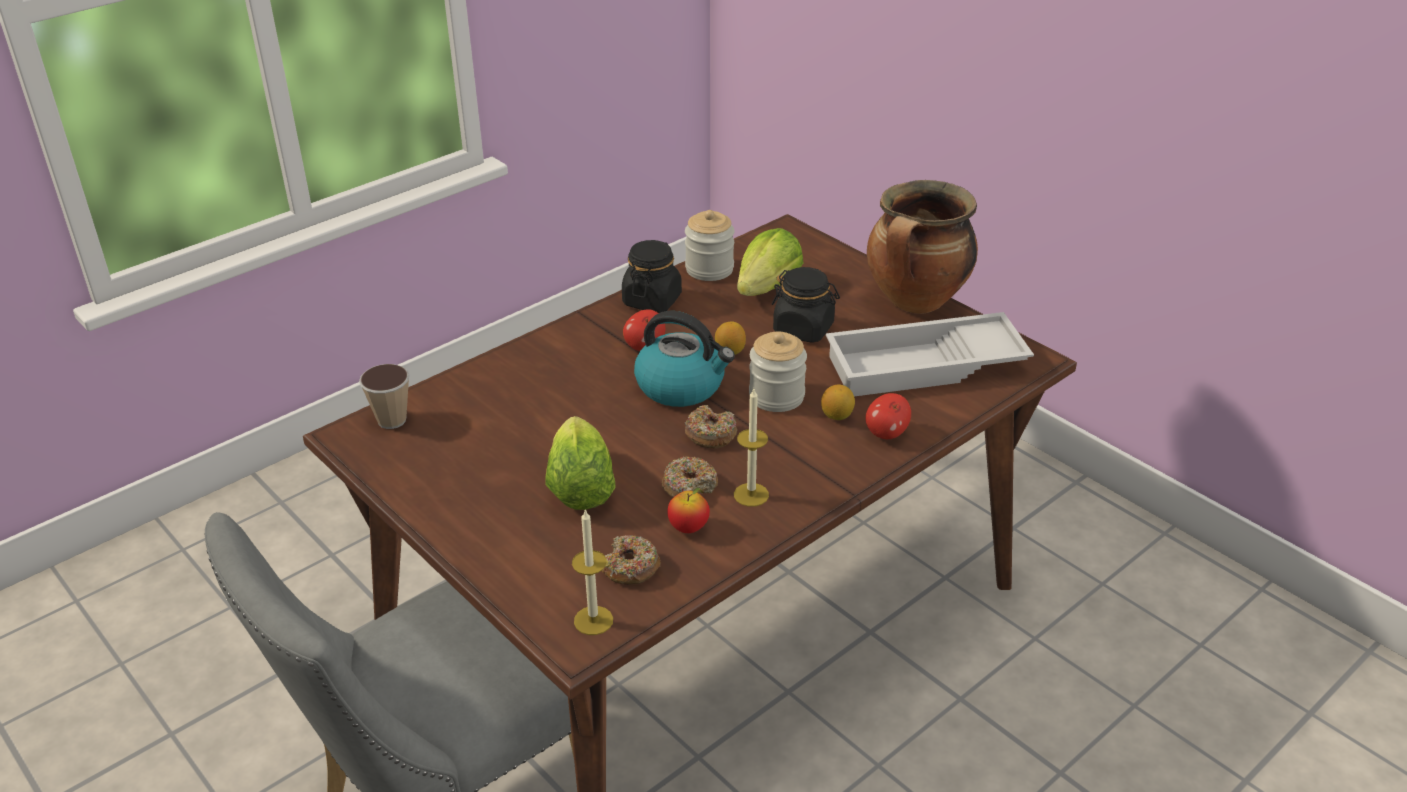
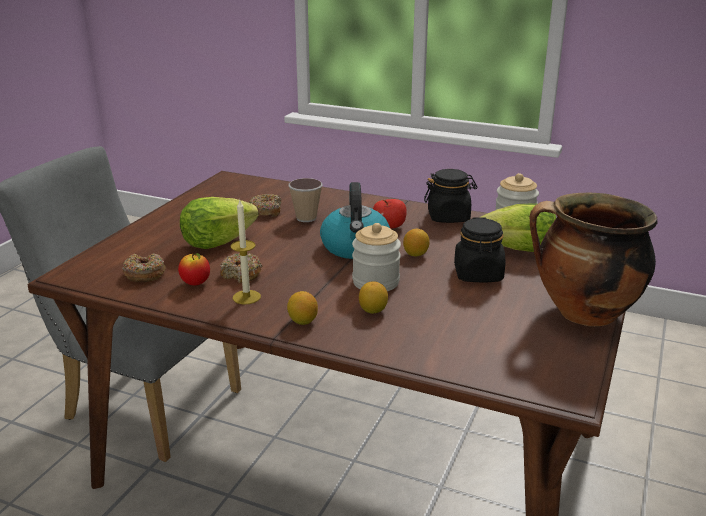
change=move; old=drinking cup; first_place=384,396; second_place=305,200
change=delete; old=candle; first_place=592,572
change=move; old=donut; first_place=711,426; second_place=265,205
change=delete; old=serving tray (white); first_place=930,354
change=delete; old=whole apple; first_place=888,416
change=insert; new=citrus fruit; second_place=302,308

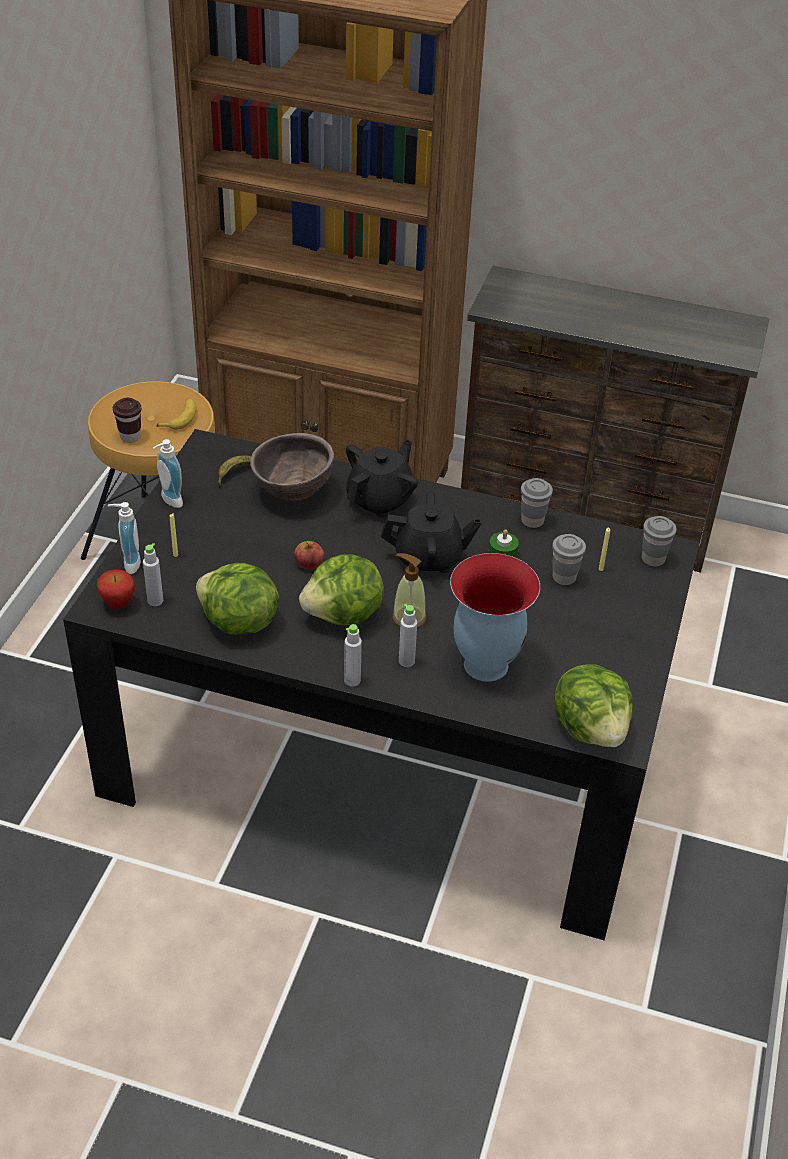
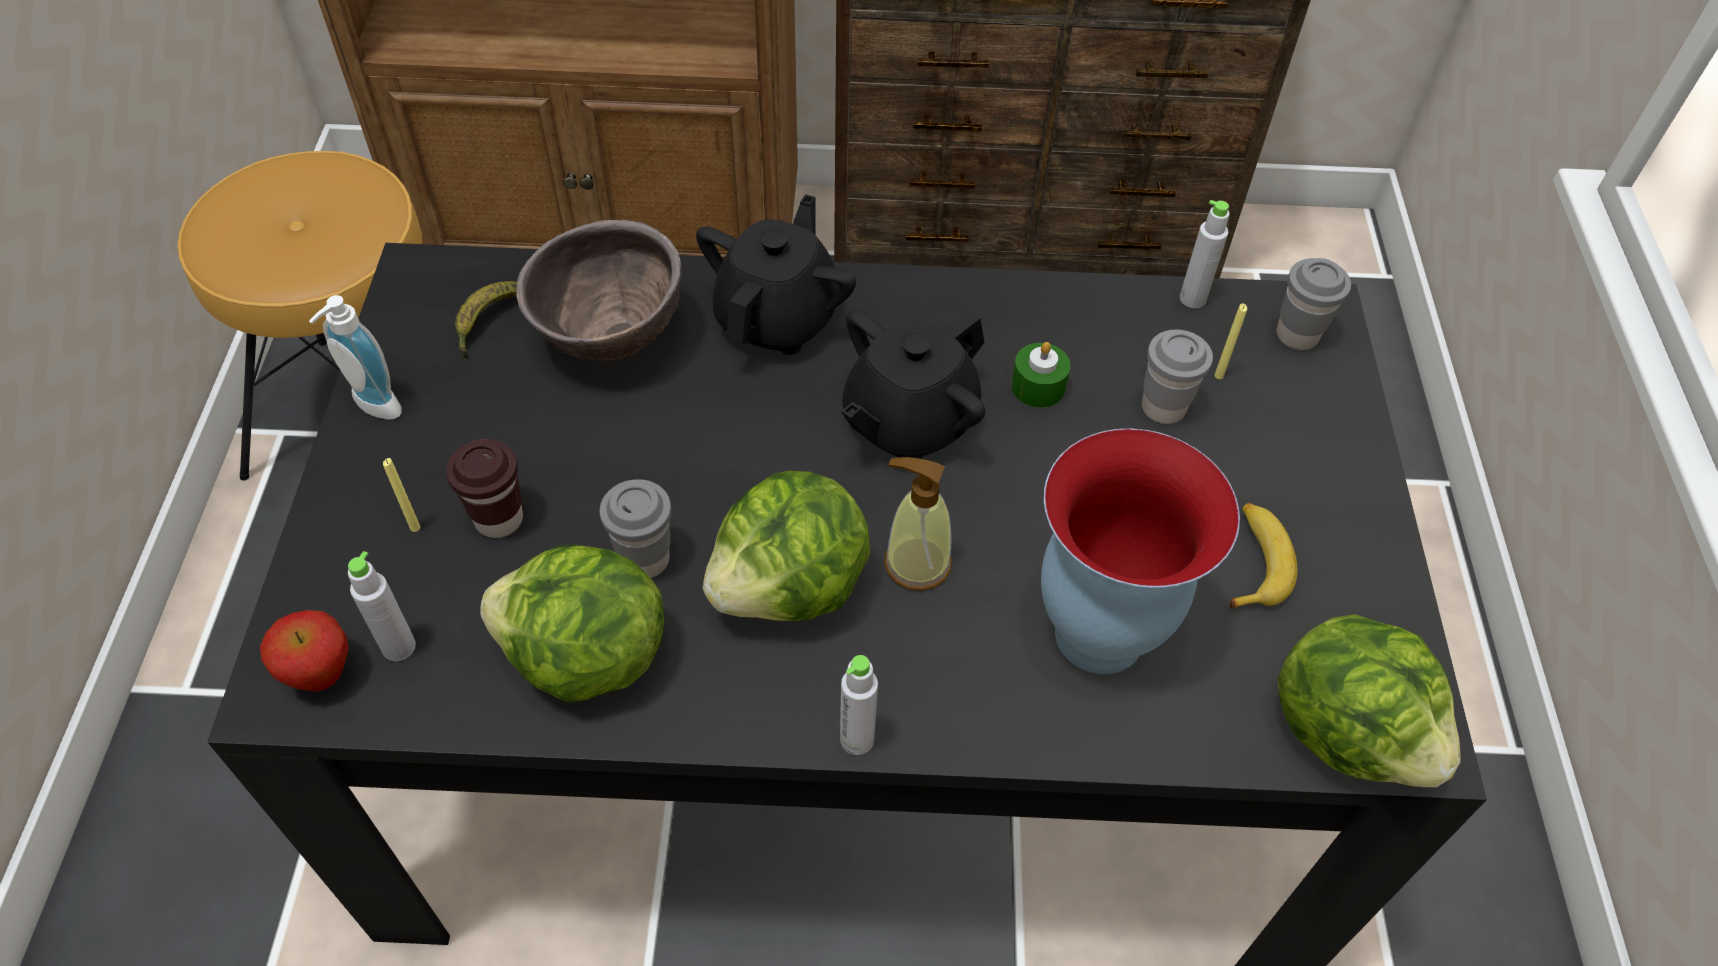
change=delete; old=liquid soap bottle; first_place=124,538
change=move; old=drinking cup (brown); first_place=127,420; second_place=484,488
change=move; old=whole banana; first_place=176,414; second_place=1263,556
change=delete; old=whole apple; first_place=309,555
change=rotate; old=tea pot (black); first_place=431,532; second_place=913,383; degrees=150
change=move; old=drink bottle (gray); first_place=408,635; second_place=1204,254
change=move; old=drinking cup (gray); first_place=537,503; second_place=635,528

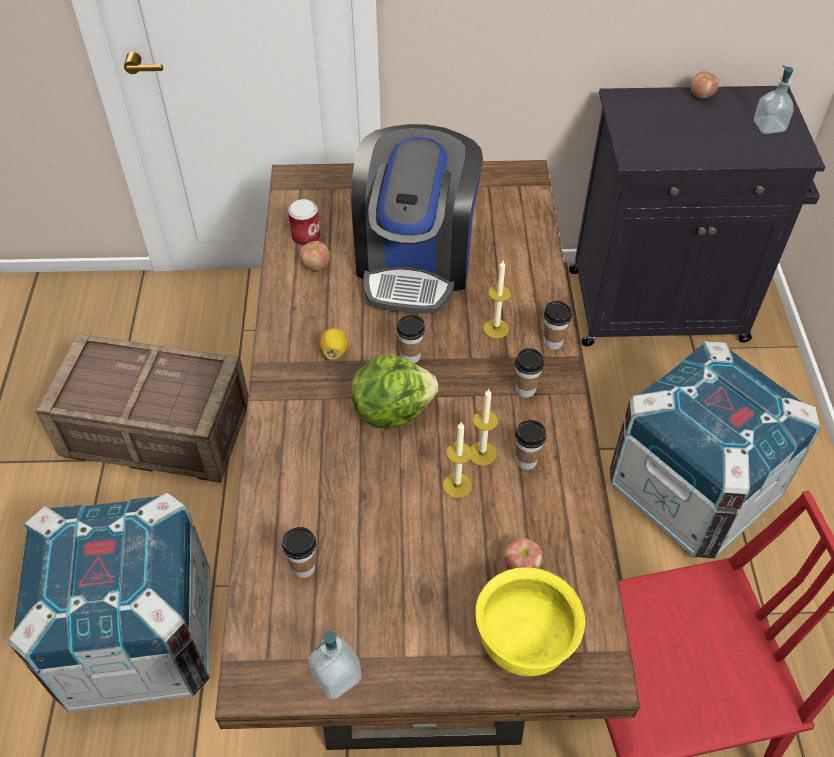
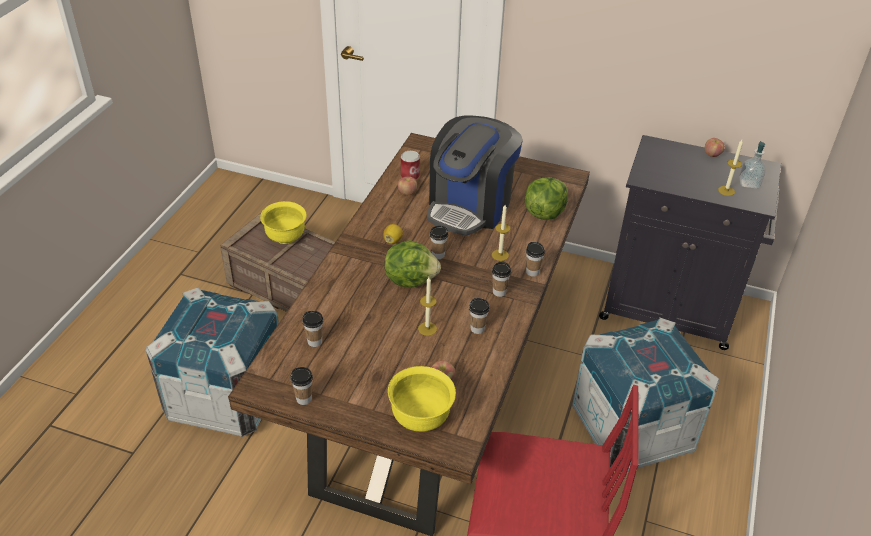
change=replace; old=liquid soap bottle; new=drinking cup; first_place=335,665; second_place=301,386
change=move; old=candle; first_place=484,427; second_place=730,168
change=insert; new=bowl (yellow); second_place=283,222
change=insert; new=lettuce; second_place=546,198

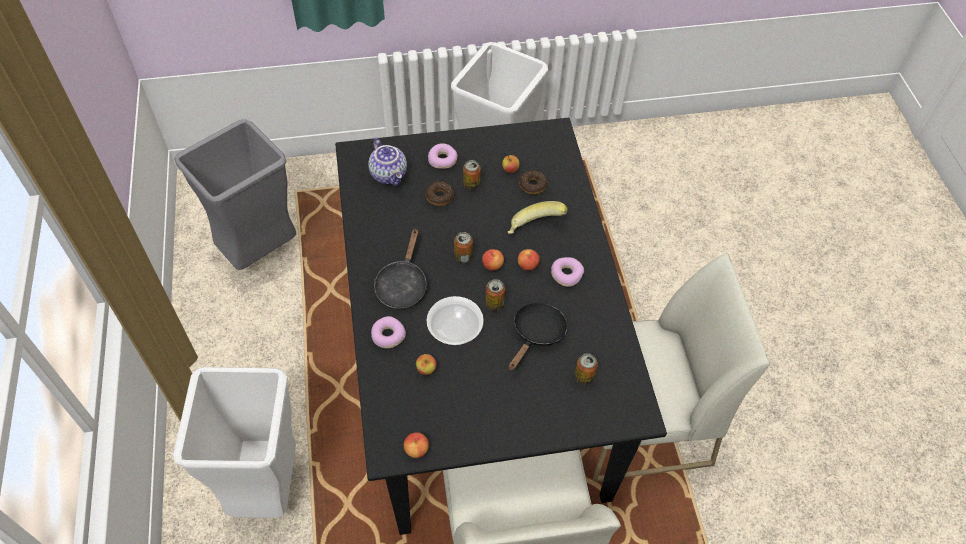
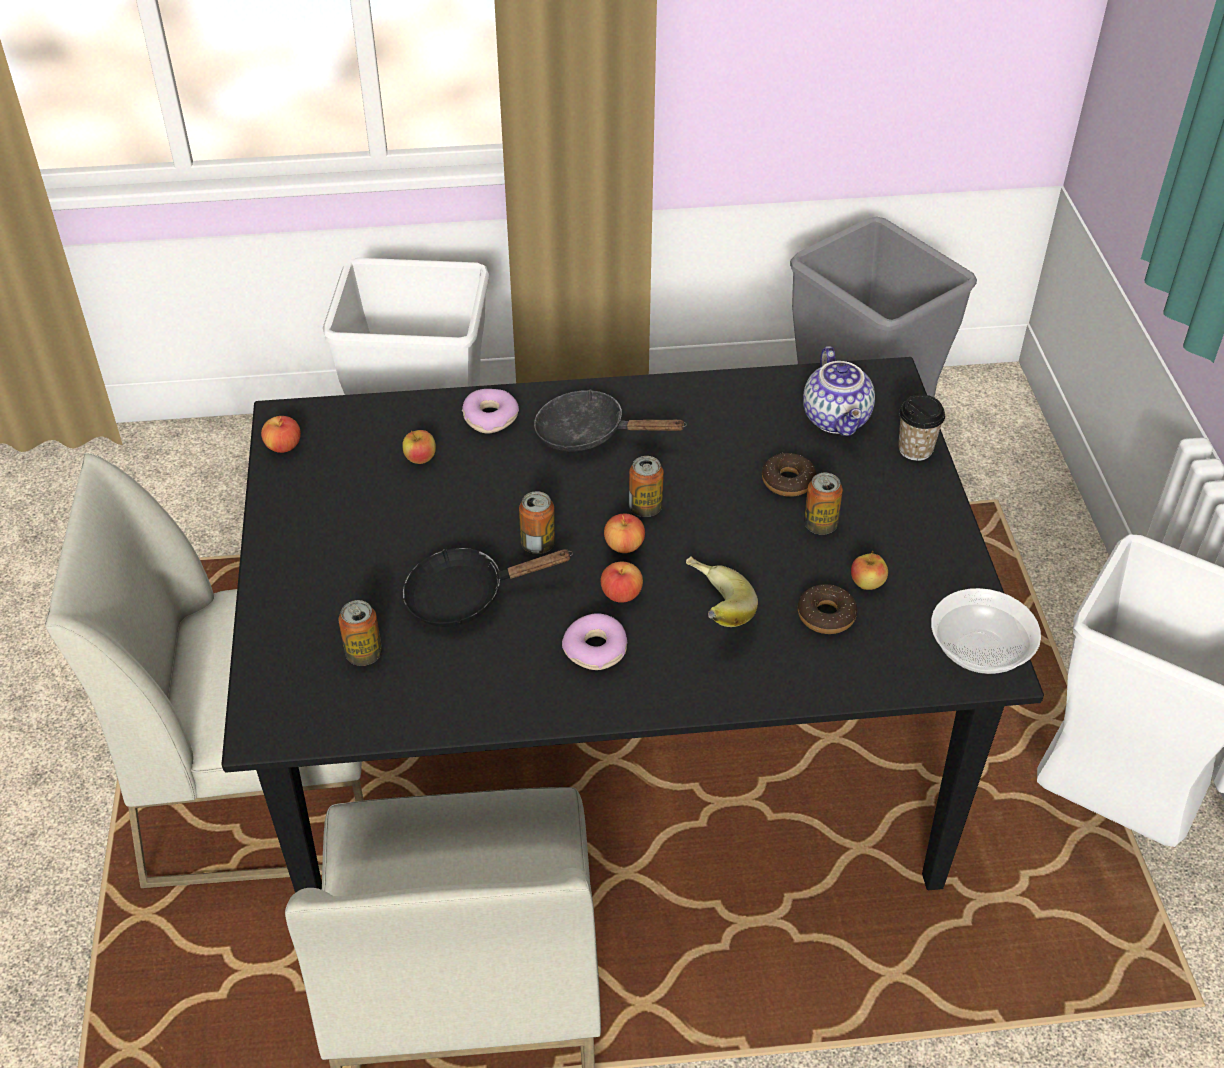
change=rotate; old=tea pot; first_place=387,161; second_place=839,391; degrees=-75
change=move; old=bowl; first_place=455,320; second_place=986,631
change=delete; old=donut; first_place=443,156
change=rotate; old=skillet (black); first_place=538,337; second_place=488,587; degrees=135
change=insert; new=drinking cup; second_place=921,427

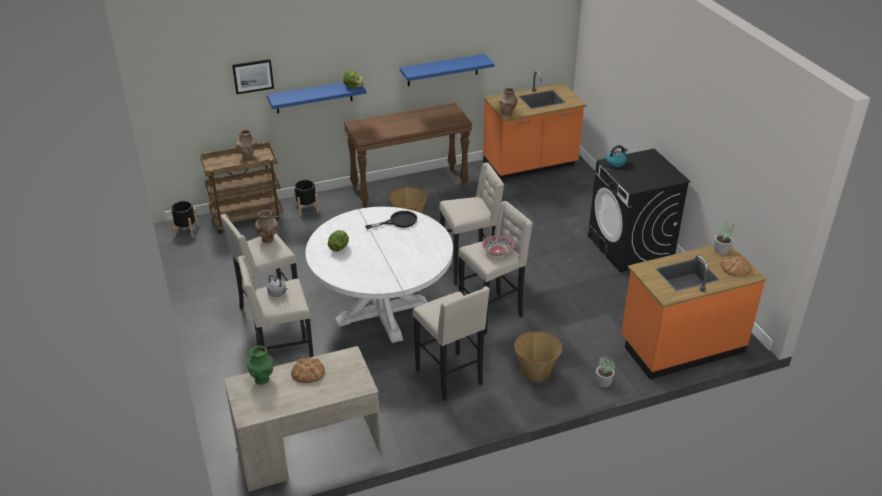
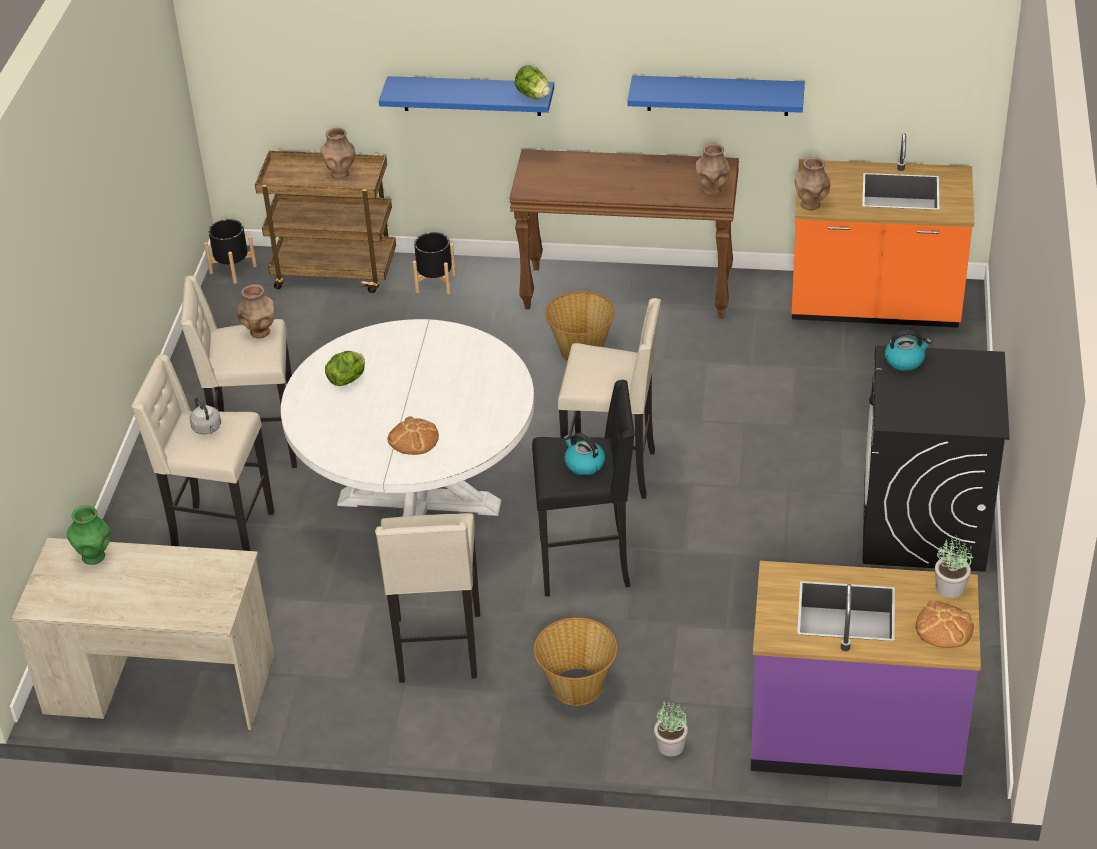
change=delete; old=wall art; first_place=253,76
change=move; old=bakery bread; first_place=308,370; second_place=413,435
change=delete; old=skillet (black); first_place=391,220
change=recolor; old=stool (beige-coloured); new=stool (black); first_place=495,268; second_place=583,488
change=replace; old=bowl; new=water kettle; first_place=498,245; second_place=584,454
change=recolor; old=kitchen base unit (orange); new=kitchen base unit (purple); first_place=693,312; second_place=866,674
change=insert; new=flower vase (brown); second_place=713,169

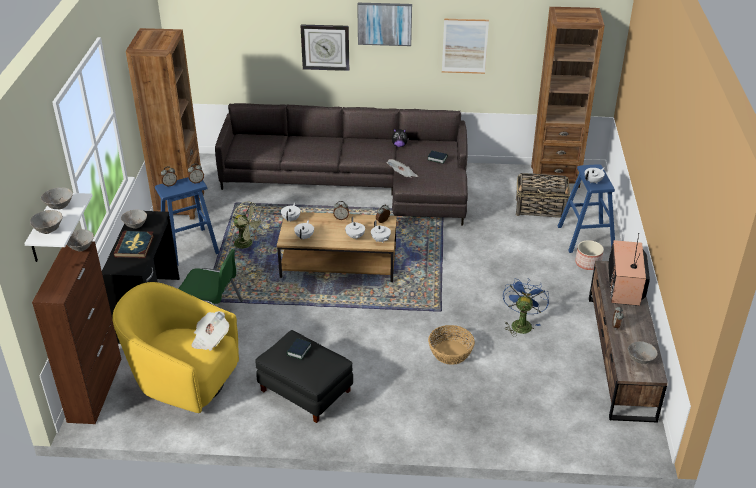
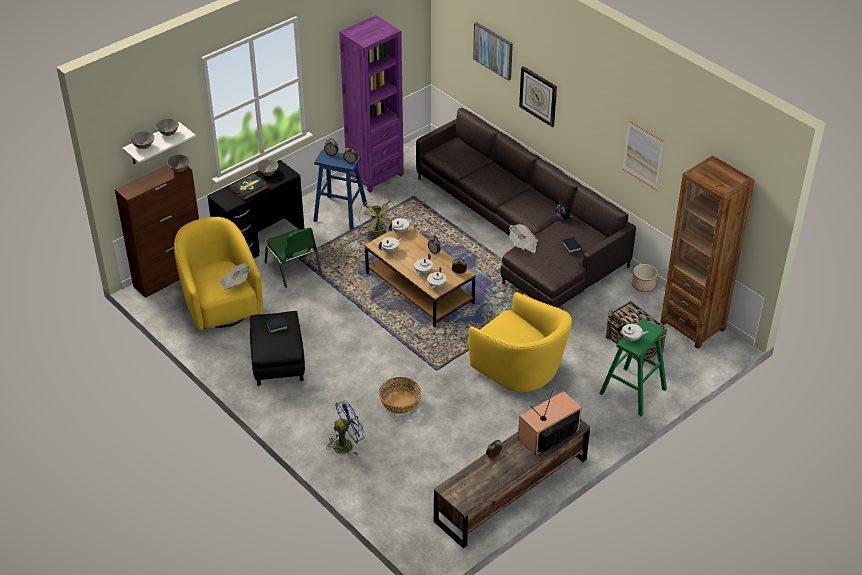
change=recolor; old=shelving unit (brown); new=shelving unit (purple); first_place=165,124; second_place=371,103
change=move; old=wall art; first_place=384,24; second_place=493,51
change=move; old=cooling fan (bluish); first_place=526,307; second_place=345,427
change=recolor; old=stool (bluish); new=stool (green); first_place=586,208; second_place=633,367
change=move; old=plant pot; first_place=589,255; second_place=645,278
change=delete; old=bowl (gray); first_place=643,352
change=insert; new=lounge chair (yellow); second_place=520,342

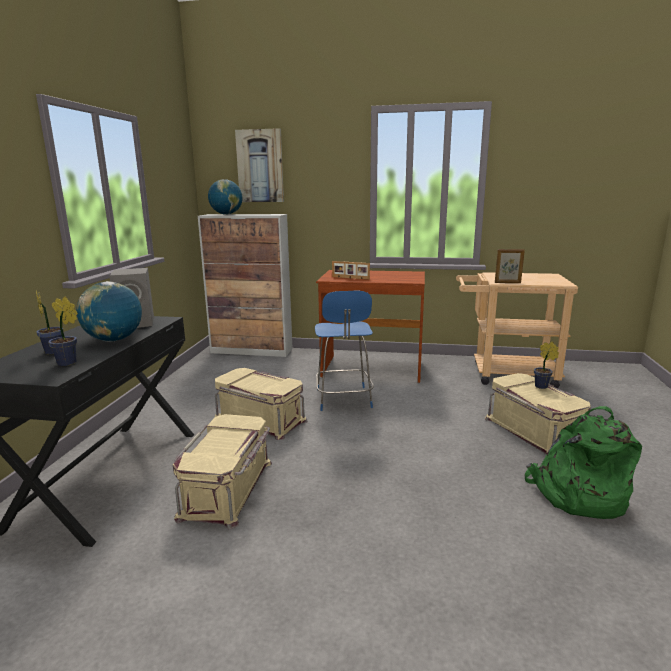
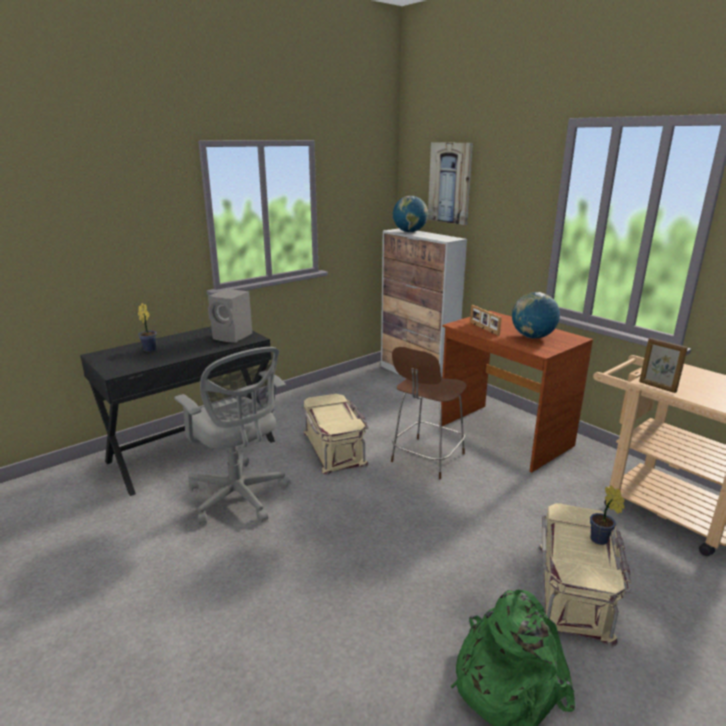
change=delete; old=plant in a pot; first_place=63,331
change=move; old=desk globe; first_place=109,311; second_place=536,315
change=replace; old=storage container (beige-coloured); new=office chair (gray); first_place=222,471; second_place=232,436
change=recolor; old=stool (bluish); new=stool (brown); first_place=344,351; second_place=429,413

